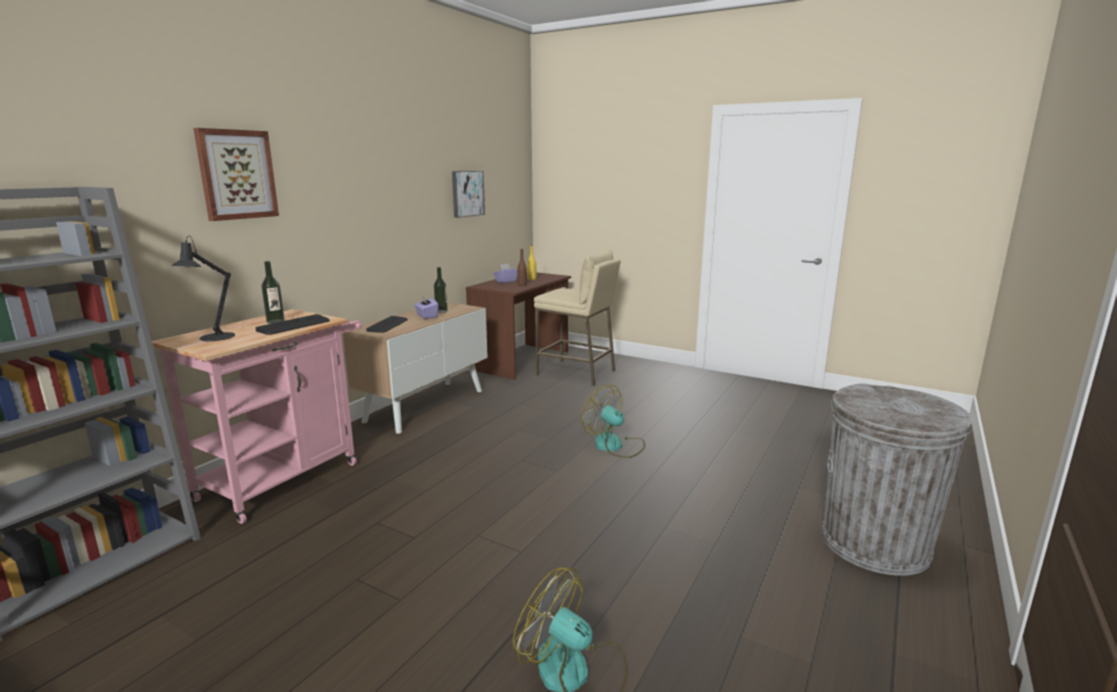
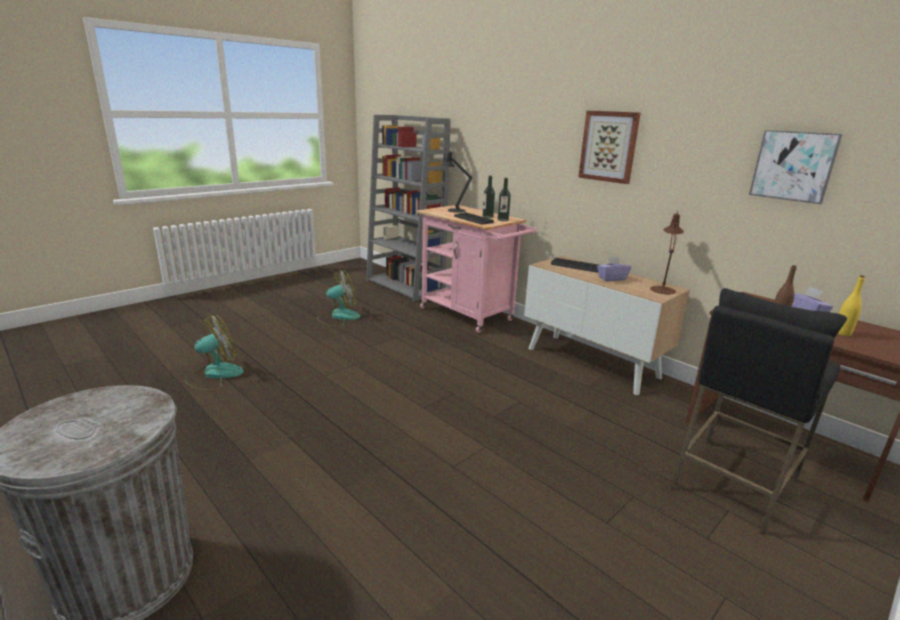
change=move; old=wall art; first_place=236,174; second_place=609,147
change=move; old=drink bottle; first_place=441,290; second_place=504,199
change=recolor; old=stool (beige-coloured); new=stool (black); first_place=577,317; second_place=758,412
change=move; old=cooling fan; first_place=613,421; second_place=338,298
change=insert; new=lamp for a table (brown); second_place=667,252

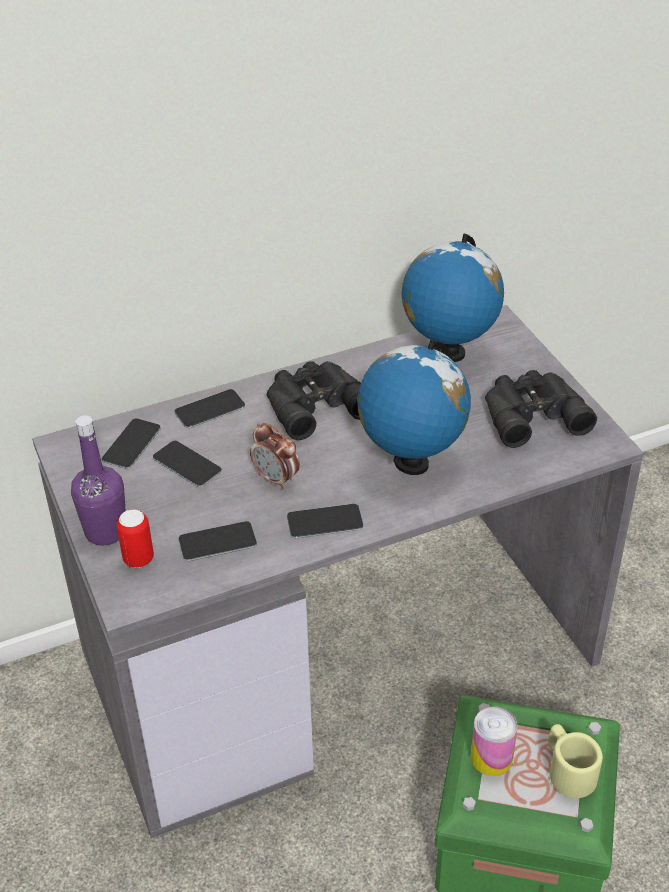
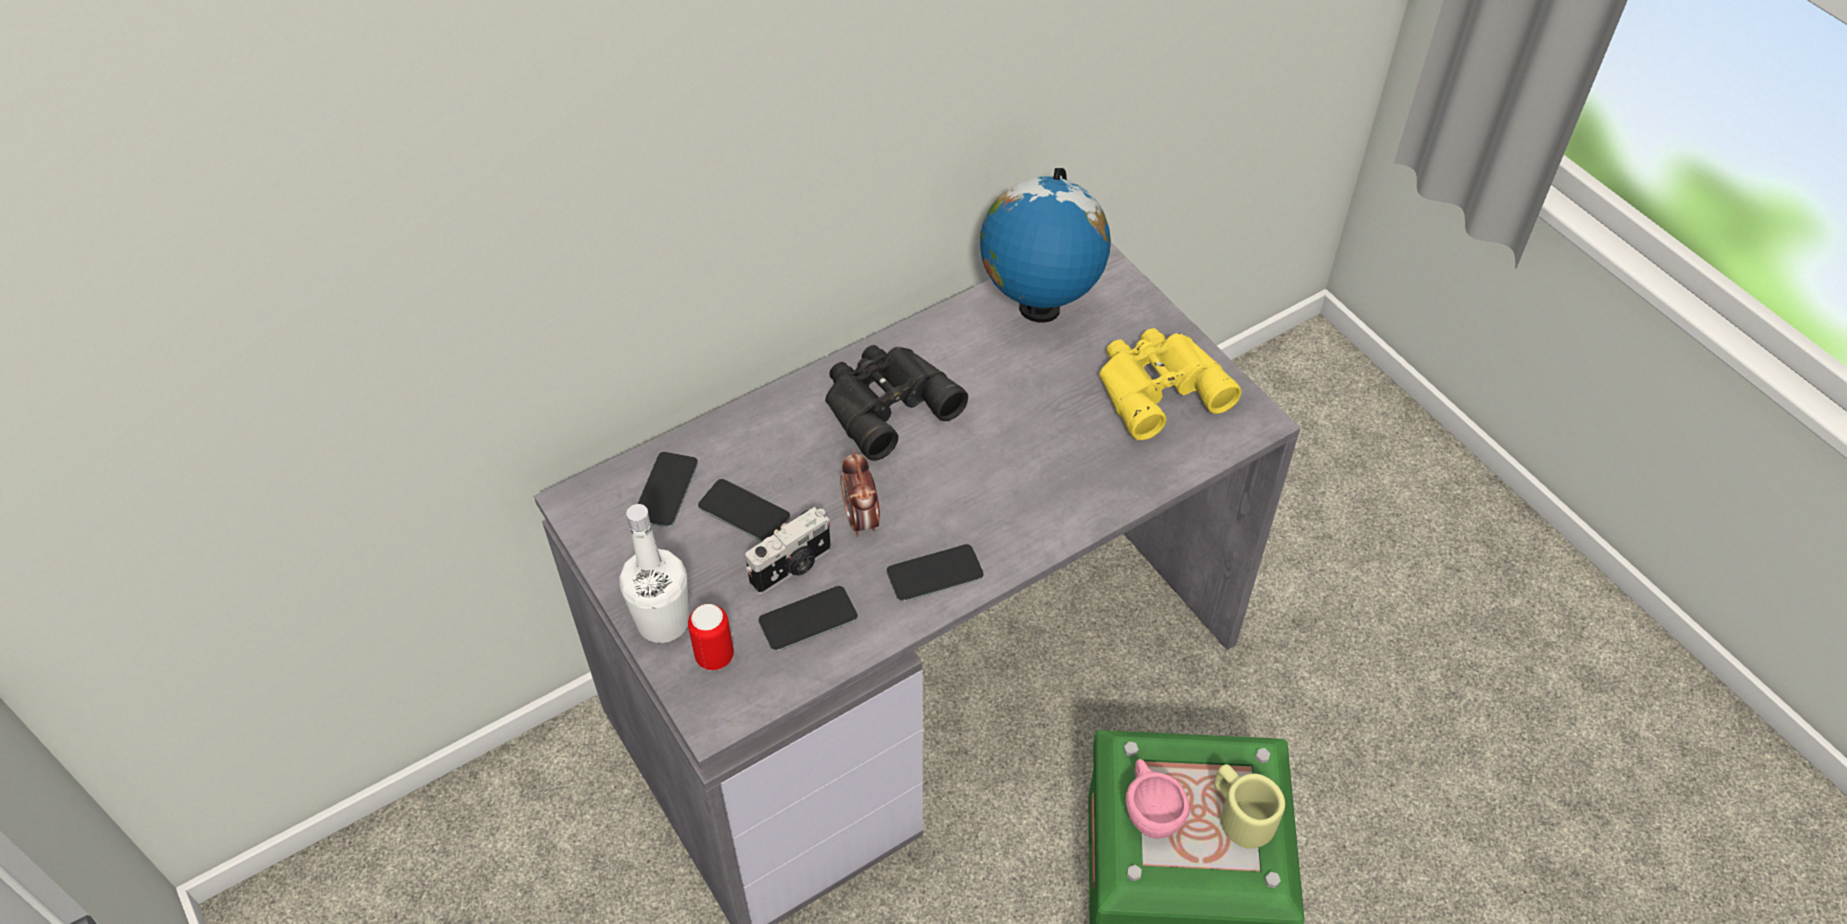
change=recolor; old=drink bottle (purple); new=drink bottle (white); first_place=98,480; second_place=654,573
change=delete; old=phone; first_place=210,408
change=rotate; old=table clock; first_place=275,456; second_place=860,494; degrees=45
change=delete; old=desk globe; first_place=414,407
change=replace; old=sealed can; new=drinking cup (pink-coloured); first_place=494,741; second_place=1158,799
change=recolor; old=binoculars (black); new=binoculars (yellow); first_place=541,409; second_place=1170,384
change=insert; new=still camera; second_place=788,550

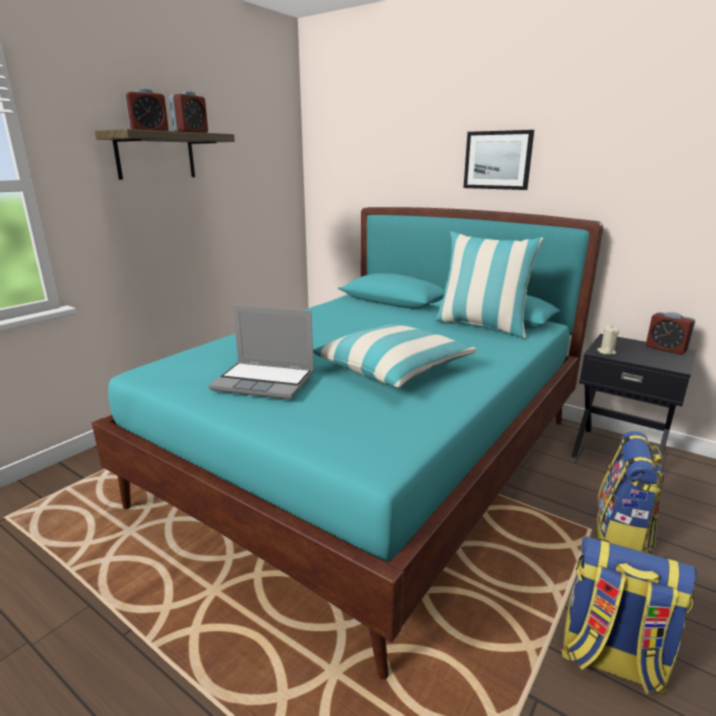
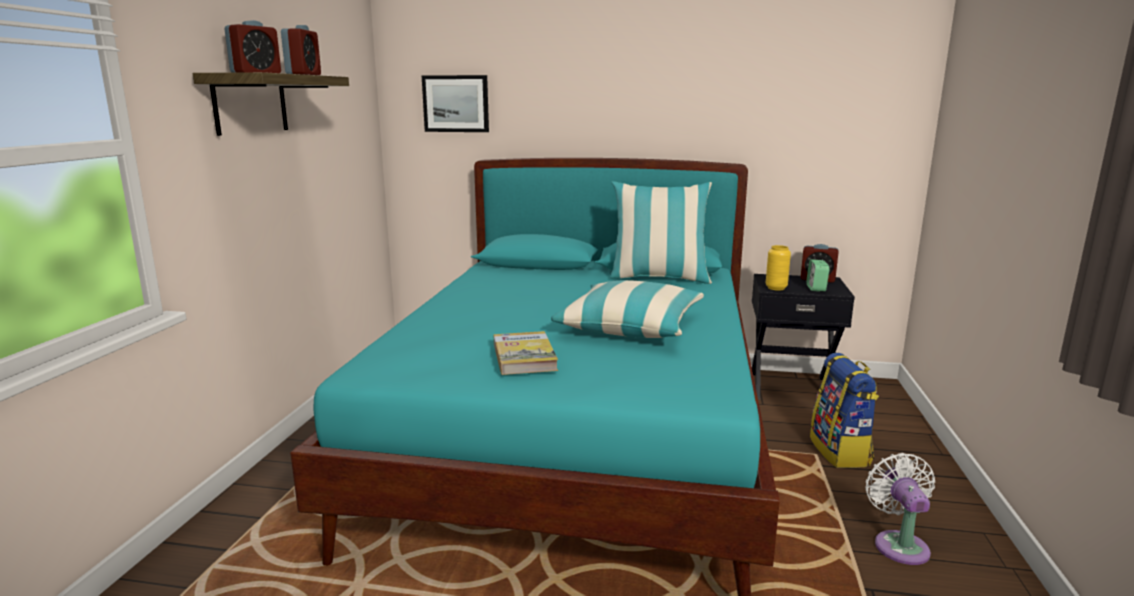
change=replace; old=notebook computer; new=book; first_place=261,352; second_place=526,353
change=move; old=wall art; first_place=499,160; second_place=455,103
change=replace; old=rucksack; new=cooling fan (white); first_place=629,615; second_place=900,509
change=replace; old=candle (beige-coloured); new=flower vase (yellow); first_place=608,340; second_place=778,268
change=insert; new=table clock; second_place=818,275

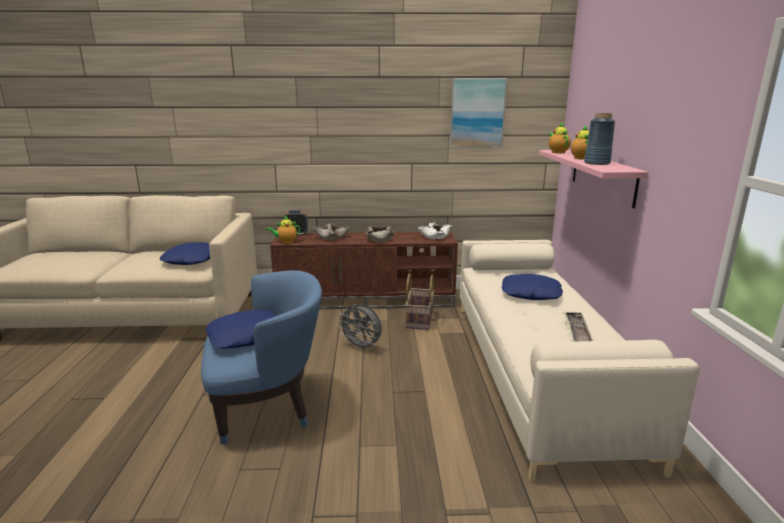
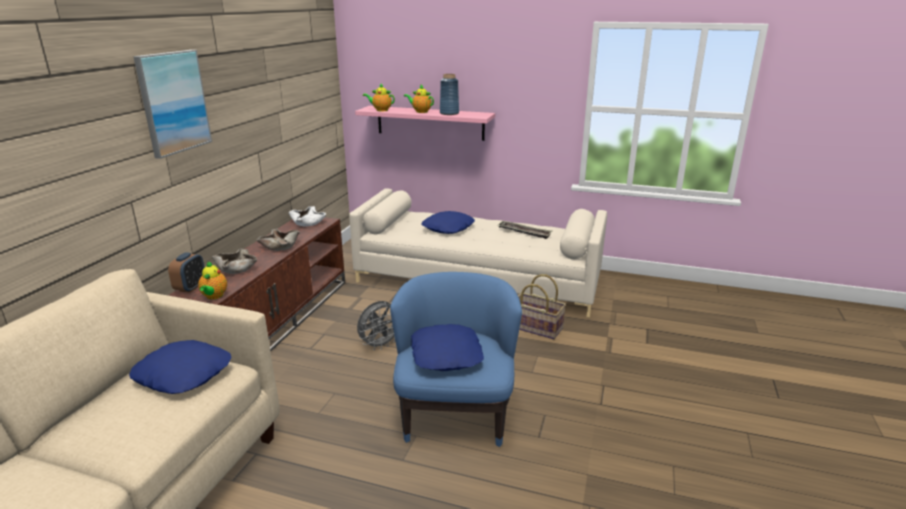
change=move; old=household basket; first_place=419,301; second_place=542,307
change=move; old=wall art; first_place=478,113; second_place=172,104

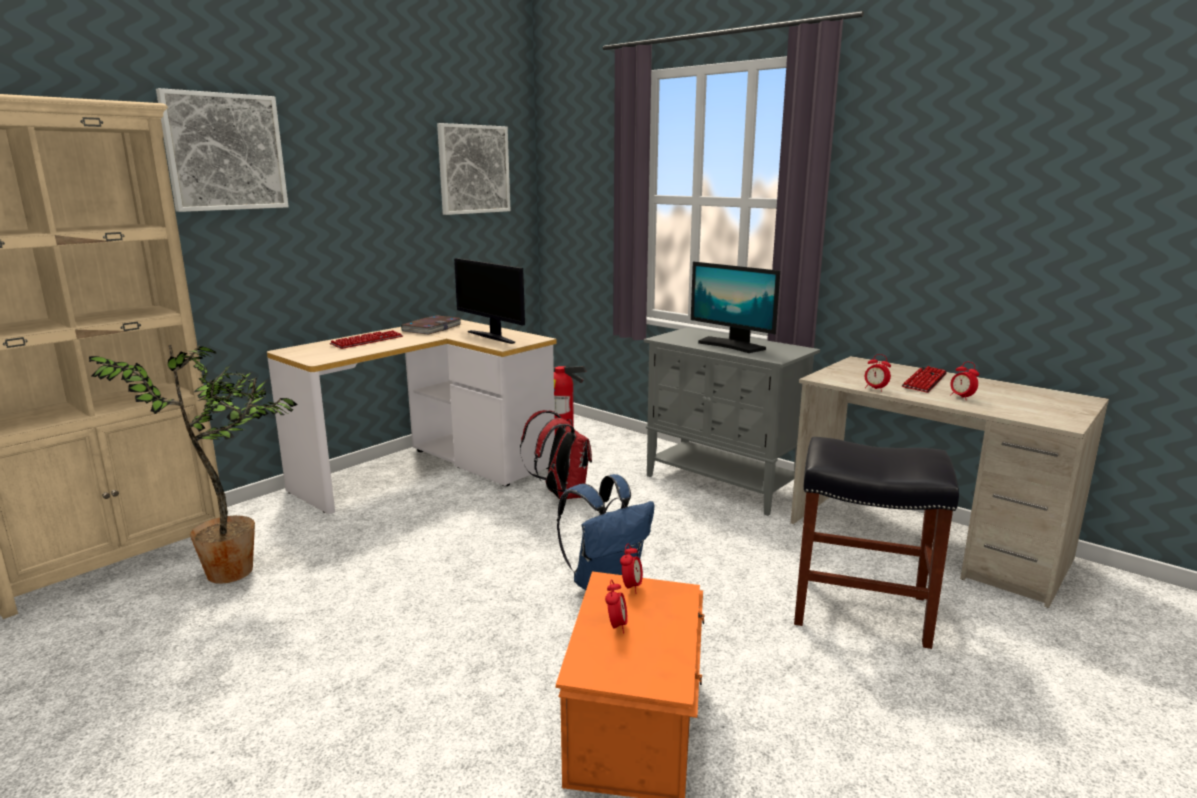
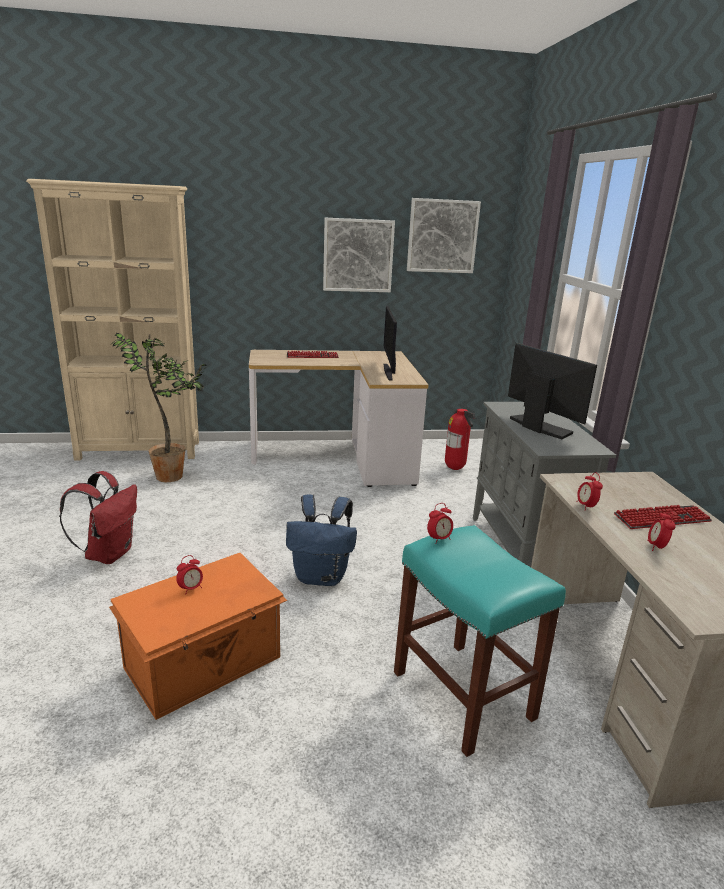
change=move; old=wall art; first_place=222,150; second_place=359,255
change=delete; old=book; first_place=431,325
change=move; old=rucksack (reddish); first_place=556,454; second_place=98,517
change=move; old=table clock; first_place=631,569; second_place=440,523
change=rotate; old=monitor; first_place=735,307; second_place=552,391; degrees=150
change=recolor; old=stool (black); new=stool (turquoise); first_place=876,543; second_place=480,641

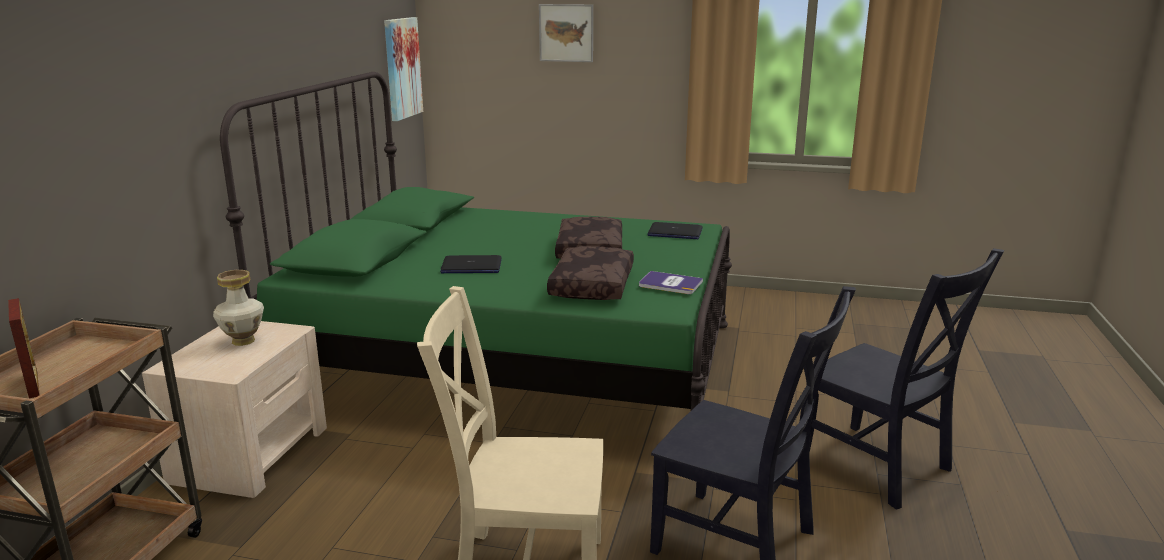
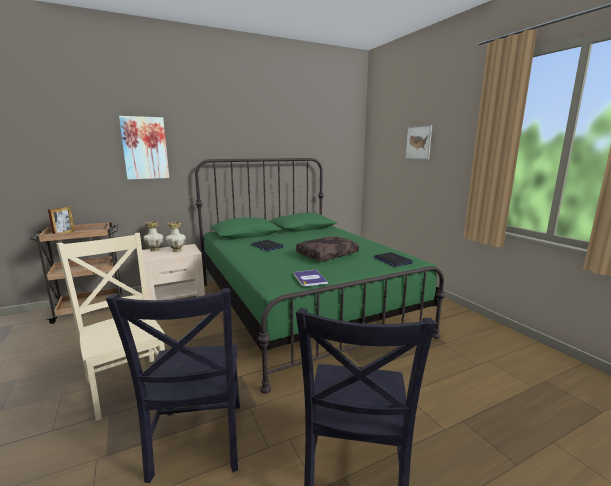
change=move; old=wall art; first_place=403,69; second_place=144,147
change=delete; old=cushion (brown); first_place=590,273
change=insert; new=flower vase; second_place=153,236

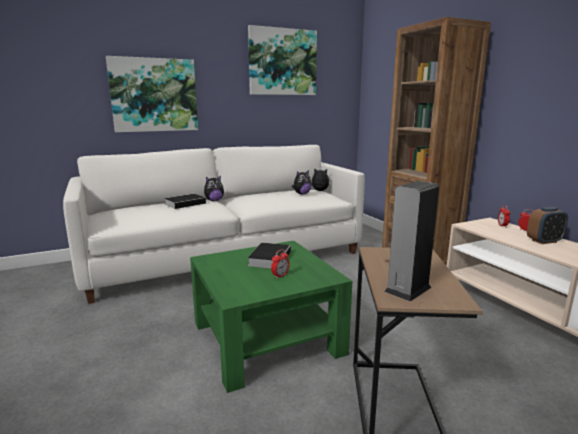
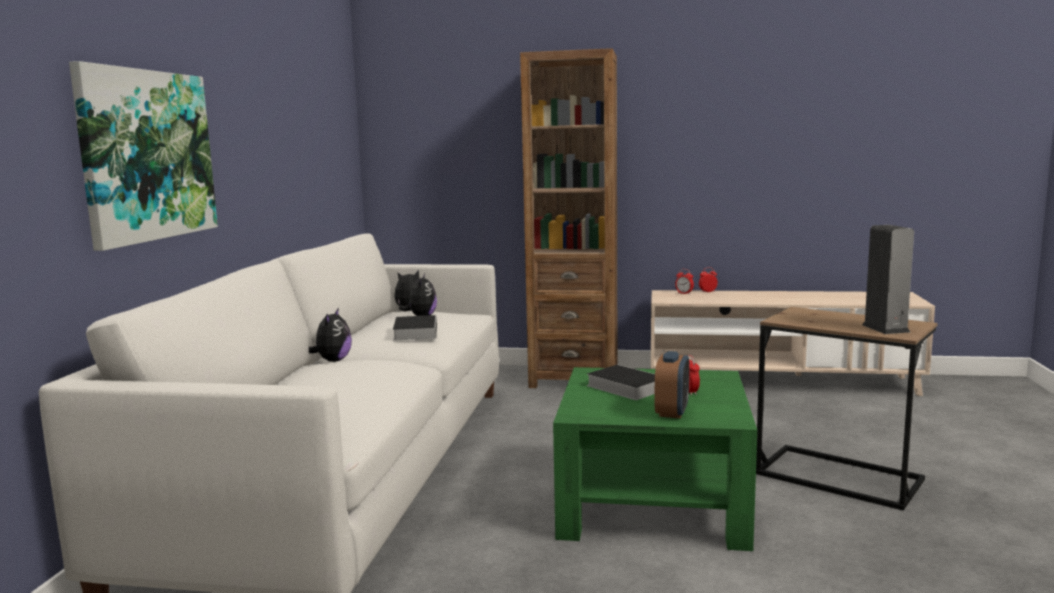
change=move; old=book; first_place=185,201; second_place=415,328
change=delete; old=wall art; first_place=282,60
change=move; old=table clock; first_place=547,225; second_place=672,384

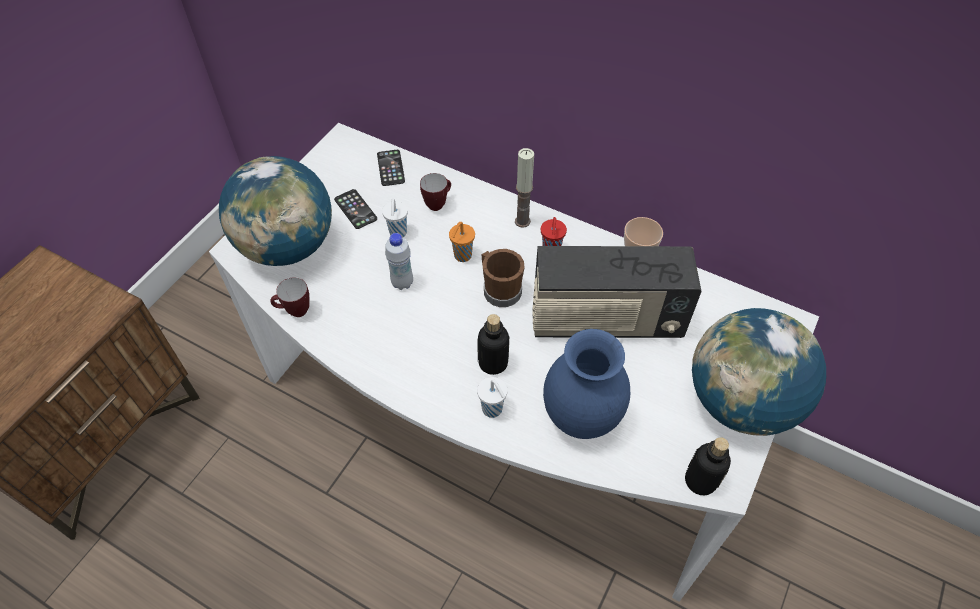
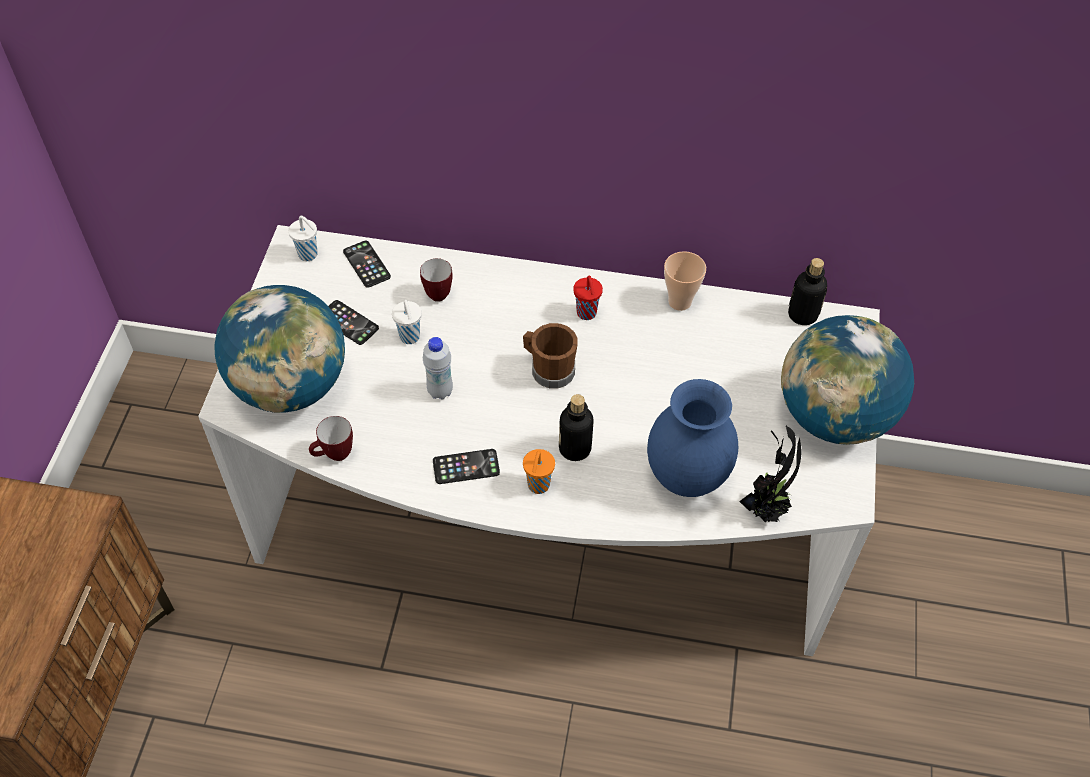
change=move; old=drinking cup (orange); first_place=462,242; second_place=539,471
change=move; old=drinking cup (white); first_place=492,397; second_place=302,238
change=delete; old=candle; first_place=524,188
change=delete; old=radio receiver; first_place=617,292
change=move; old=drink bottle; first_place=708,466; second_place=807,291
change=insert; new=phone; second_place=466,466
change=insert; new=plant in a pot; second_place=770,474

